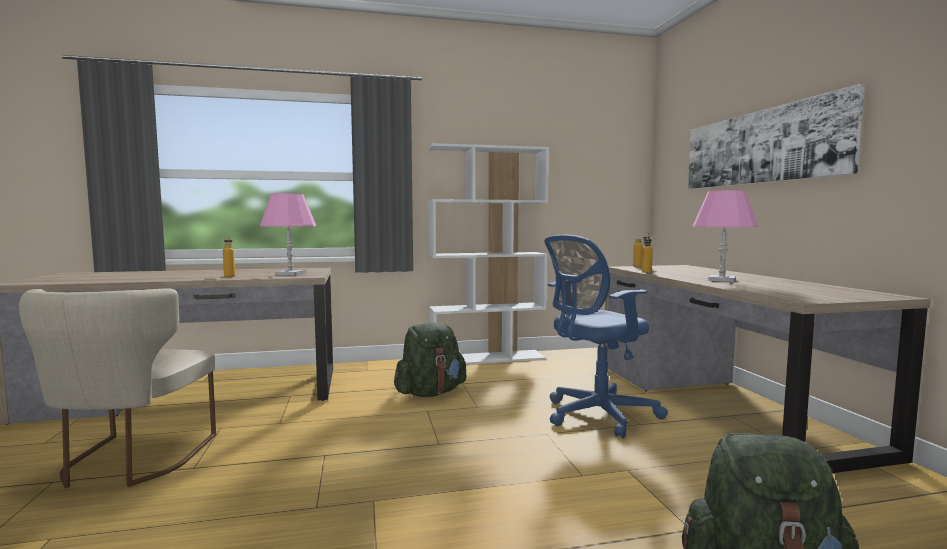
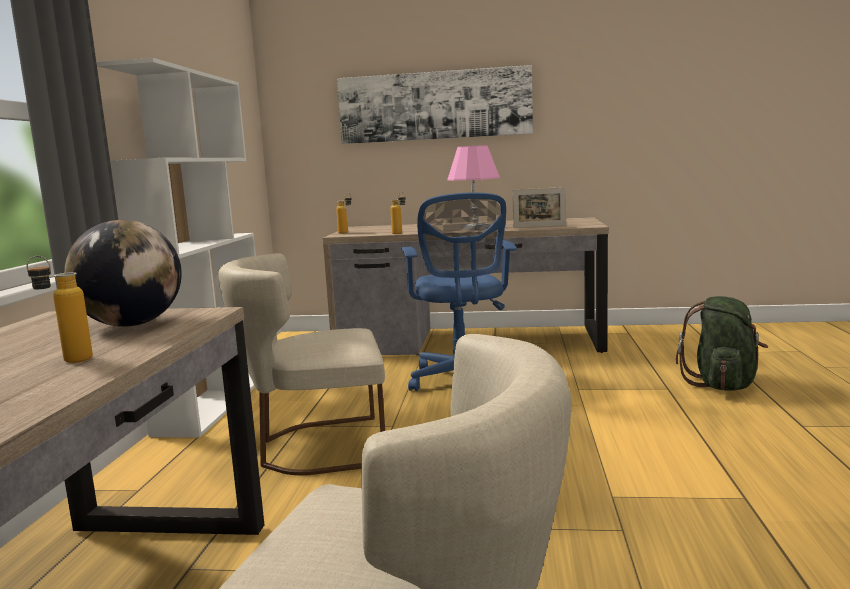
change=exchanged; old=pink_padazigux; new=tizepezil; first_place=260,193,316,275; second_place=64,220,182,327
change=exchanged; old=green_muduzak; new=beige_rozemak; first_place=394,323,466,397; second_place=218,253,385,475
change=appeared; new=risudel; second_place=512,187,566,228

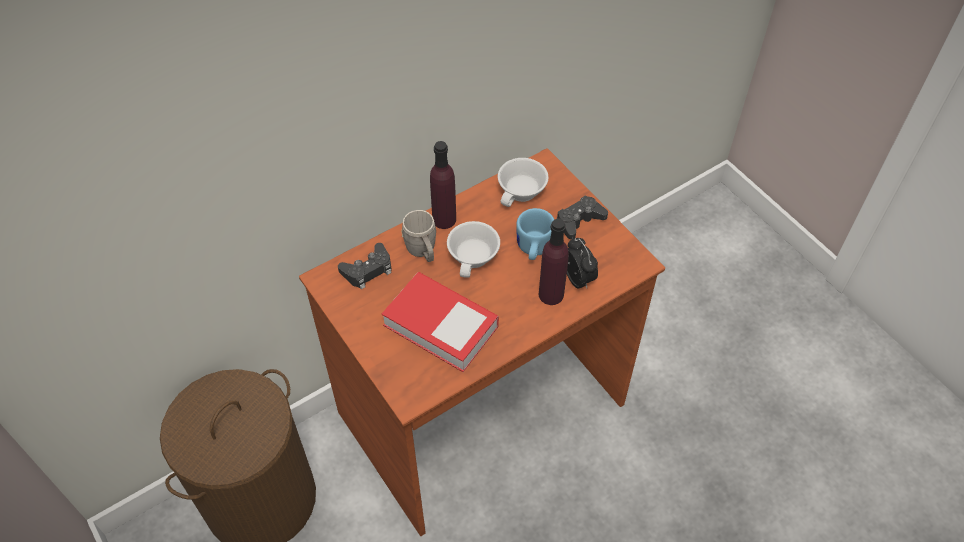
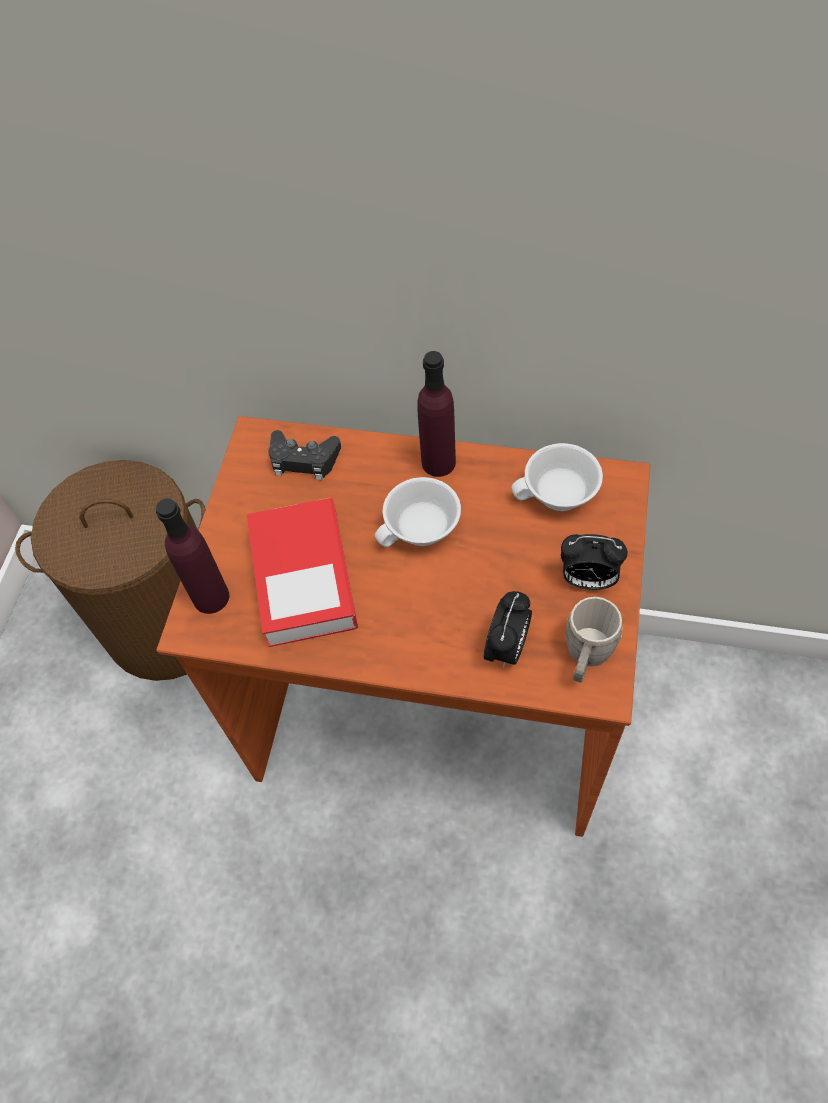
change=relocated; old=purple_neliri; first_place=539,219,569,305; second_place=156,499,229,614
change=exchanged; old=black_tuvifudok; new=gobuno; first_place=557,196,608,239; second_place=561,534,628,590
change=relocated; old=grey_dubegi; first_place=401,210,436,262; second_place=566,597,623,683
change=missing; old=blue_dubegi; first_place=516,208,554,260

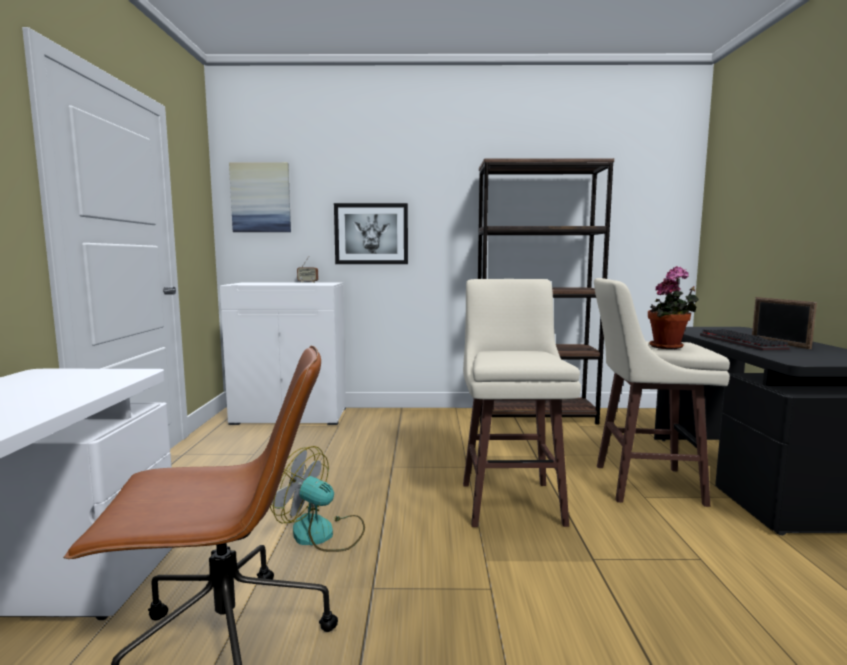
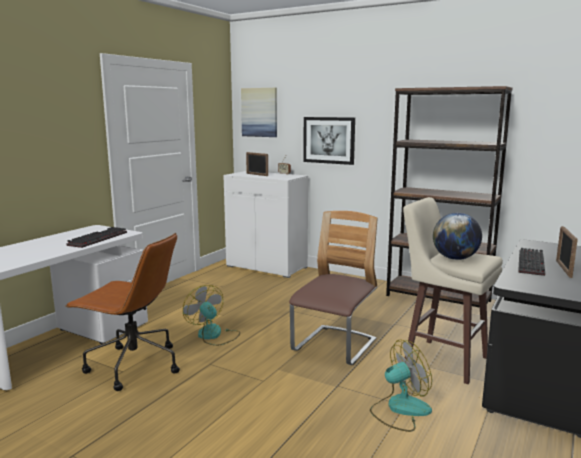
change=appeared; new=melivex; second_place=66,227,127,248
change=appeared; new=risudel; second_place=246,152,268,176
change=exchanged; old=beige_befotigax; new=rozemak; first_place=463,279,581,527; second_place=289,211,378,365
change=appeared; new=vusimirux; second_place=370,339,432,432
change=exchanged; old=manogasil; new=tizepezil; first_place=648,266,699,349; second_place=433,213,482,260

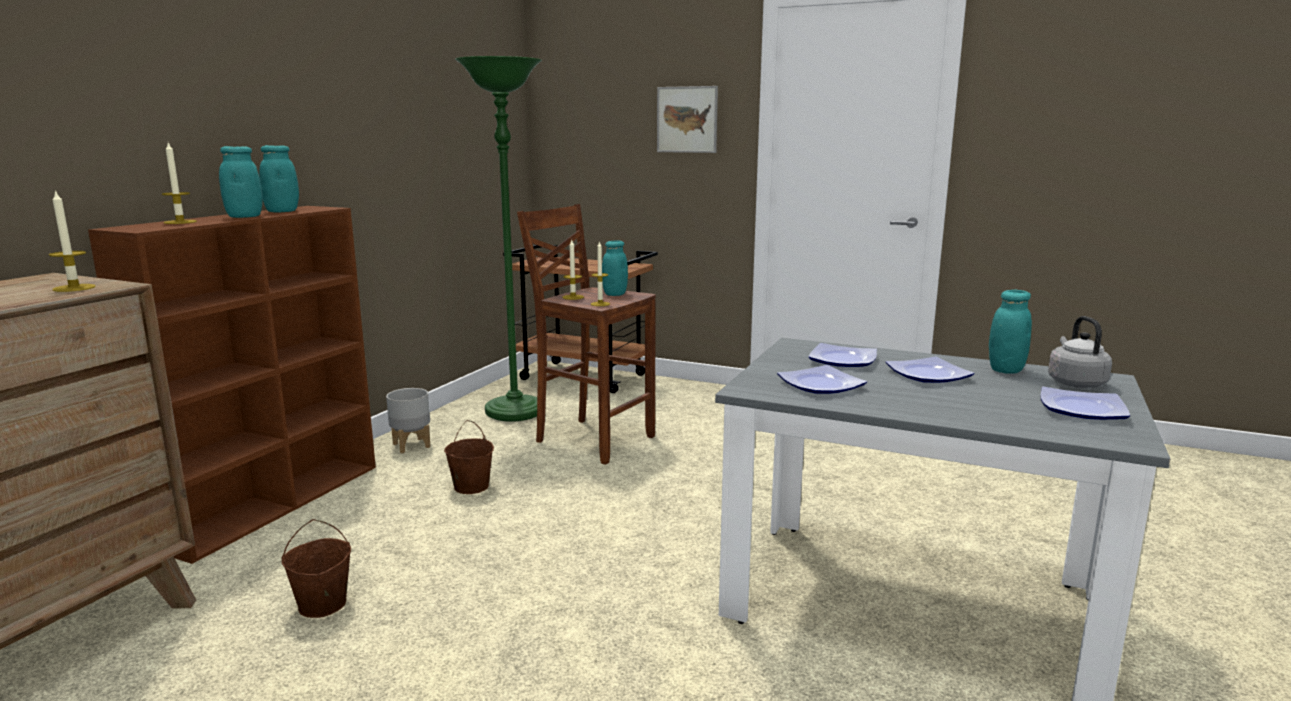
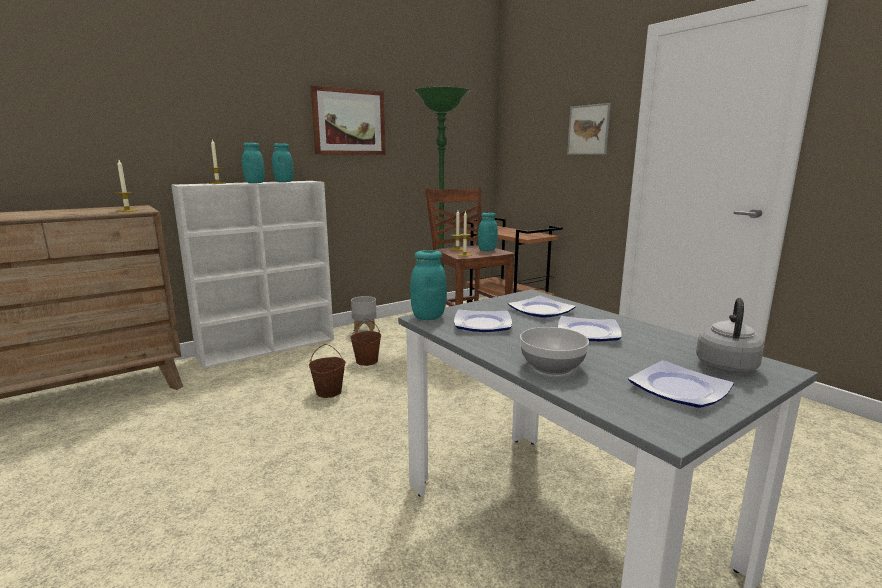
change=colour; old=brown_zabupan; new=white_zabupan; first_place=88,206,376,564; second_place=171,181,334,368
change=relocated; old=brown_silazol; first_place=281,519,351,618; second_place=309,344,346,398
change=appeared; new=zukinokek; second_place=311,85,386,155
change=relocated; old=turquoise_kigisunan; first_place=989,290,1032,374; second_place=410,250,447,320
change=appeared; new=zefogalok; second_place=520,327,589,375

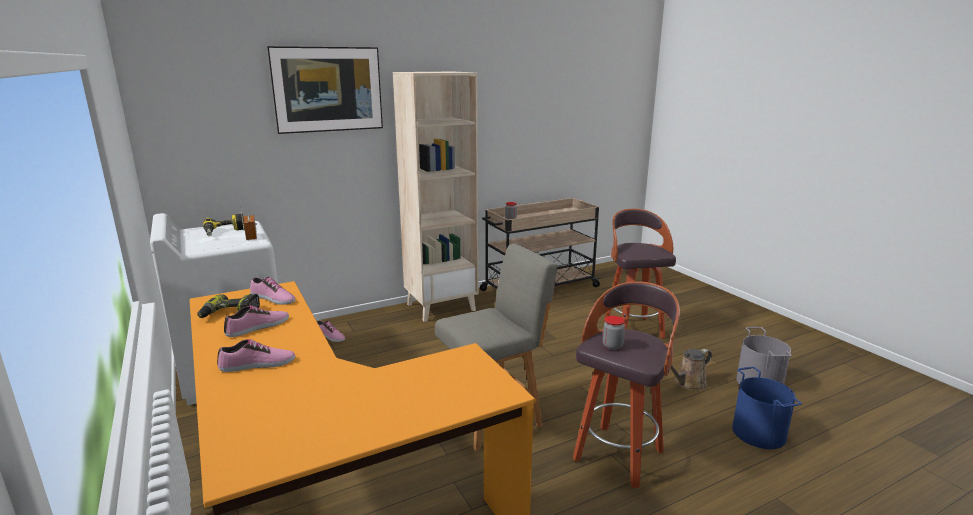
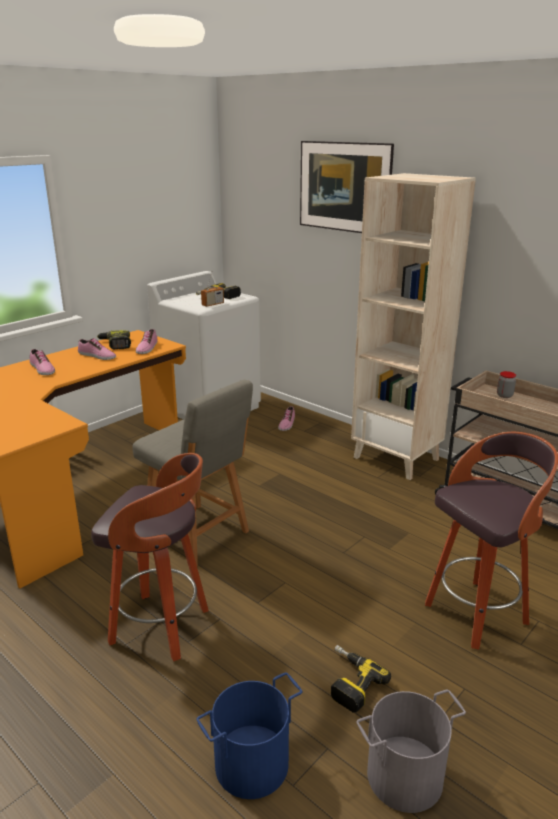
change=exchanged; old=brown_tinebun; new=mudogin; first_place=671,349,712,390; second_place=331,645,391,713
change=missing; old=kigisunan; first_place=603,316,625,350

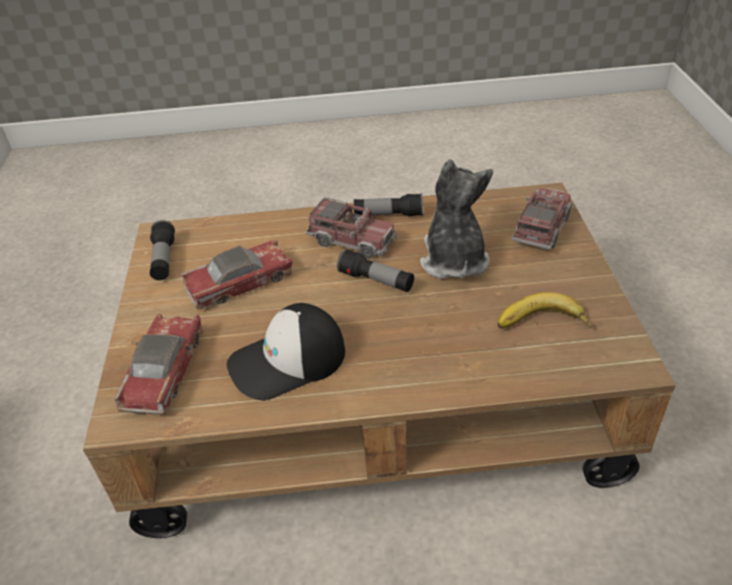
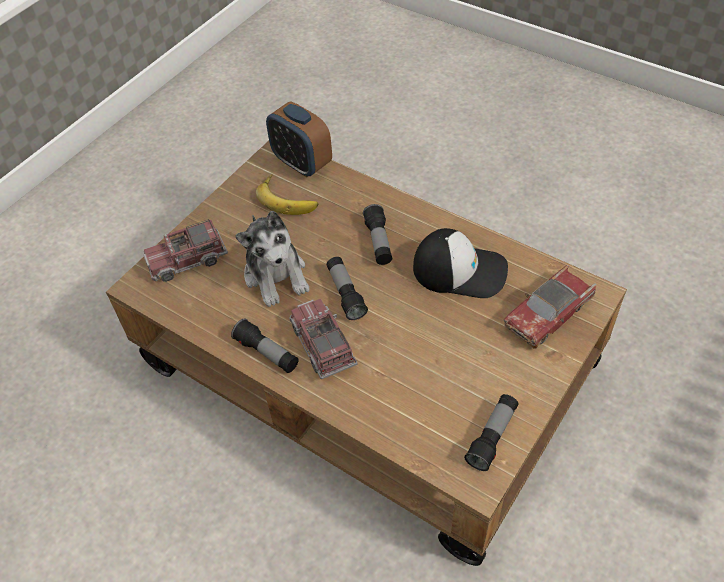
change=spun; old=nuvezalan; first_place=420,159,493,279; second_place=235,211,310,307; degrees=-60
change=appeared; new=gobuno; second_place=266,102,332,177
change=appeared; new=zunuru; second_place=363,204,392,265
change=missing; old=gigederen; first_place=181,240,293,310

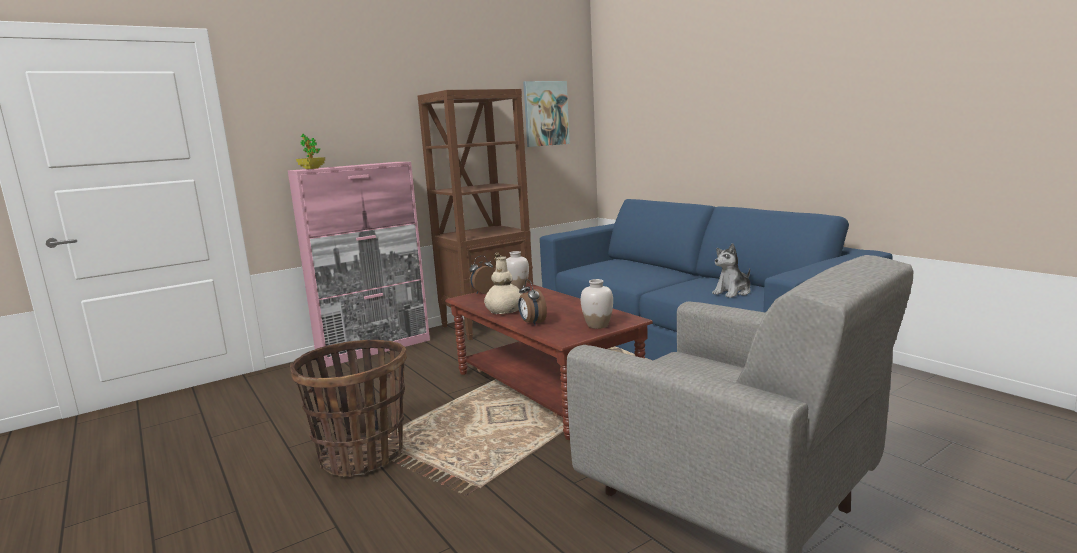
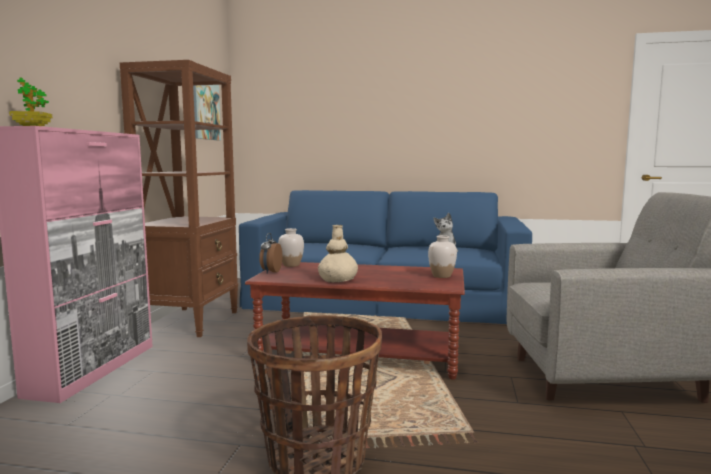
change=missing; old=gobuno; first_place=518,279,547,326

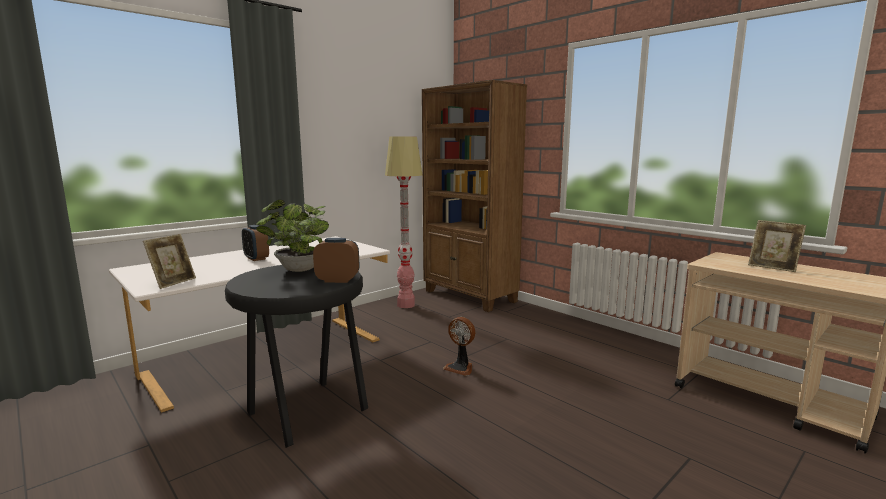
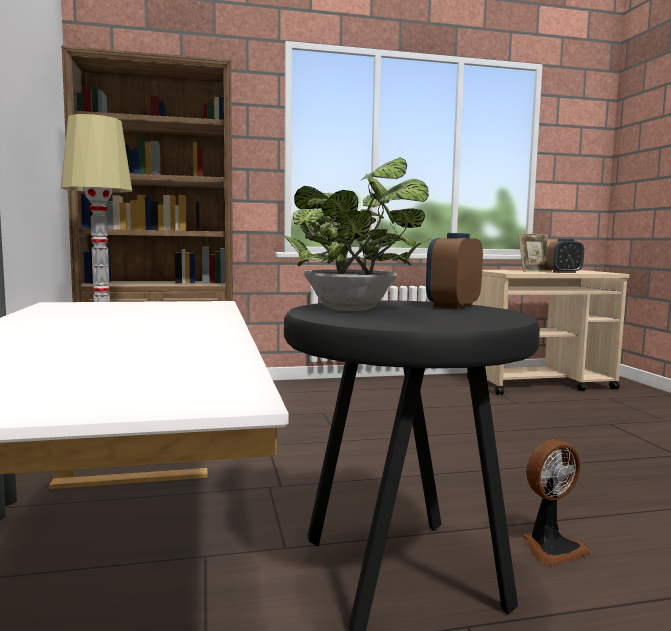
change=relocated; old=vusimirux; first_place=443,317,475,376; second_place=523,440,590,566
change=relocated; old=gobuno; first_place=242,225,269,261; second_place=547,239,584,273
change=missing; old=risudel; first_place=143,234,196,289

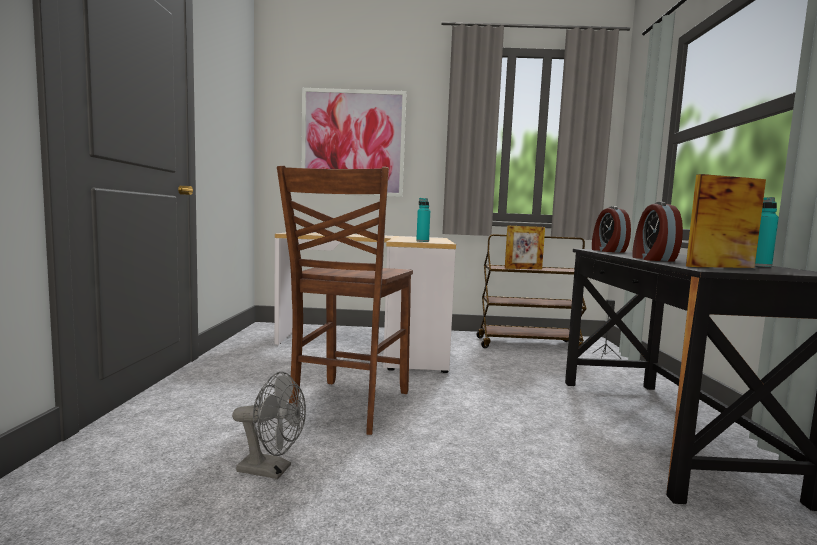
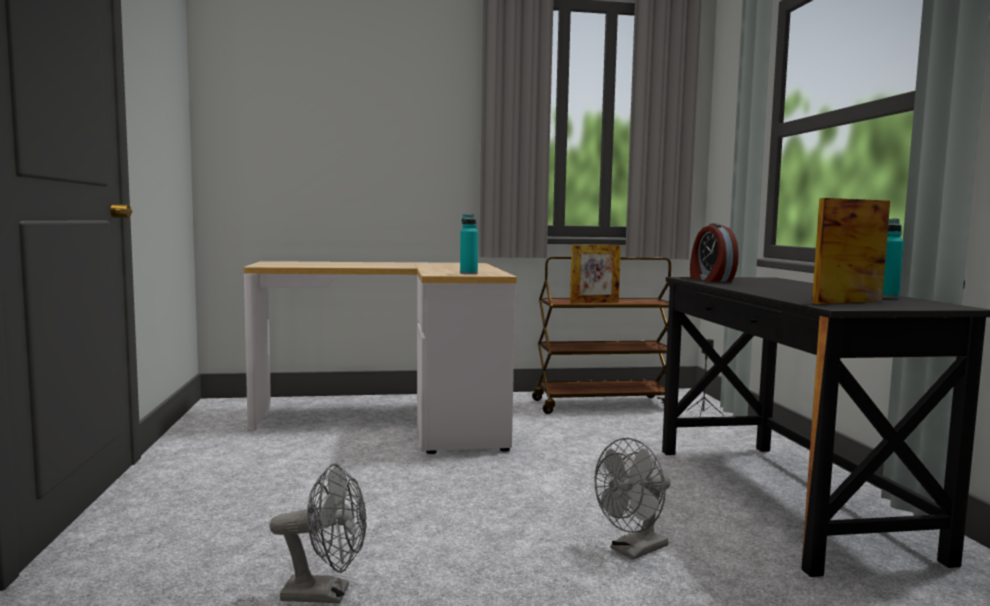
change=appeared; new=grey_vusimirux; second_place=594,438,671,560
change=missing; old=brown_rozemak; first_place=277,166,413,435
change=missing; old=zukinokek; first_place=301,88,407,197
change=missing; old=gobuno; first_place=632,202,683,262

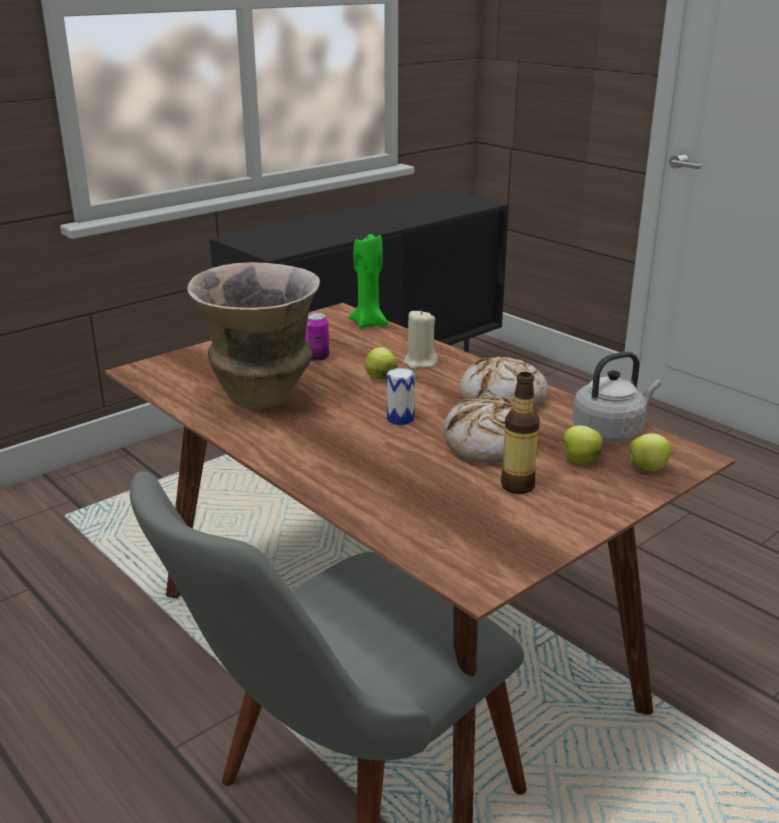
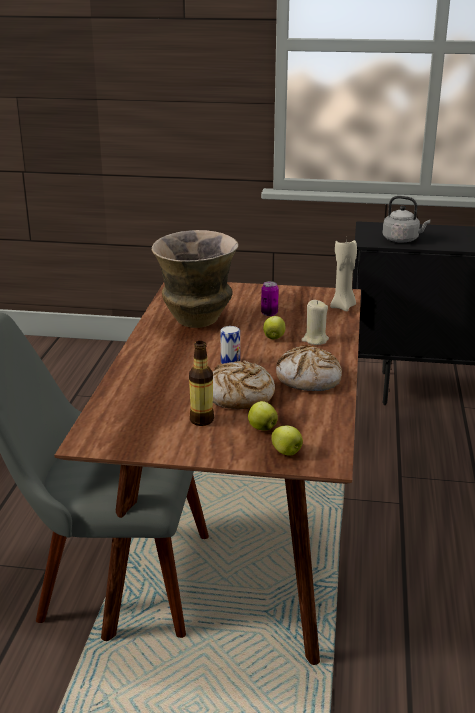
change=colour; old=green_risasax; new=beige_risasax; first_place=348,231,388,329; second_place=330,238,357,312
change=relocated; old=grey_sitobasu; first_place=572,351,661,443; second_place=382,196,431,243

